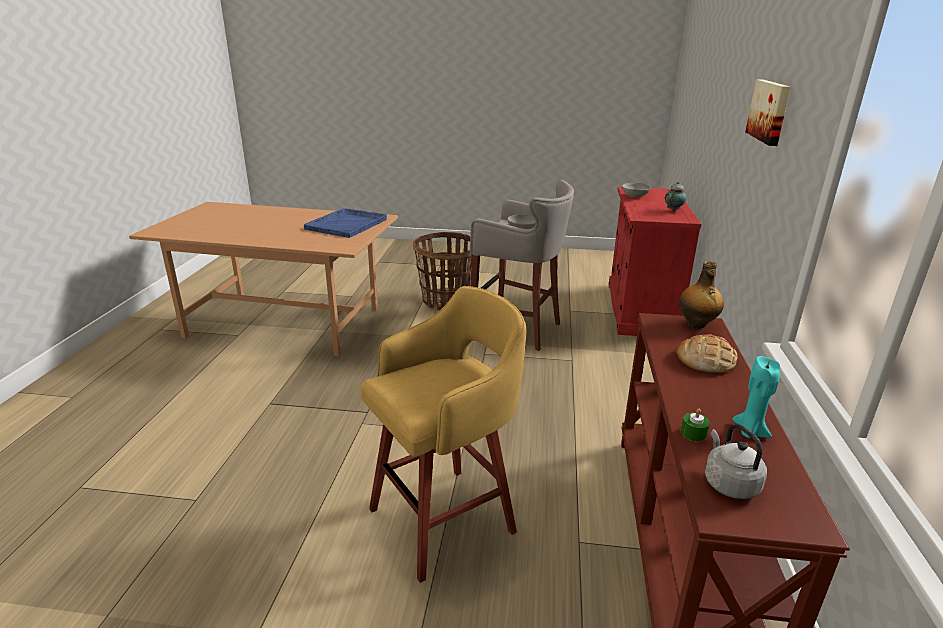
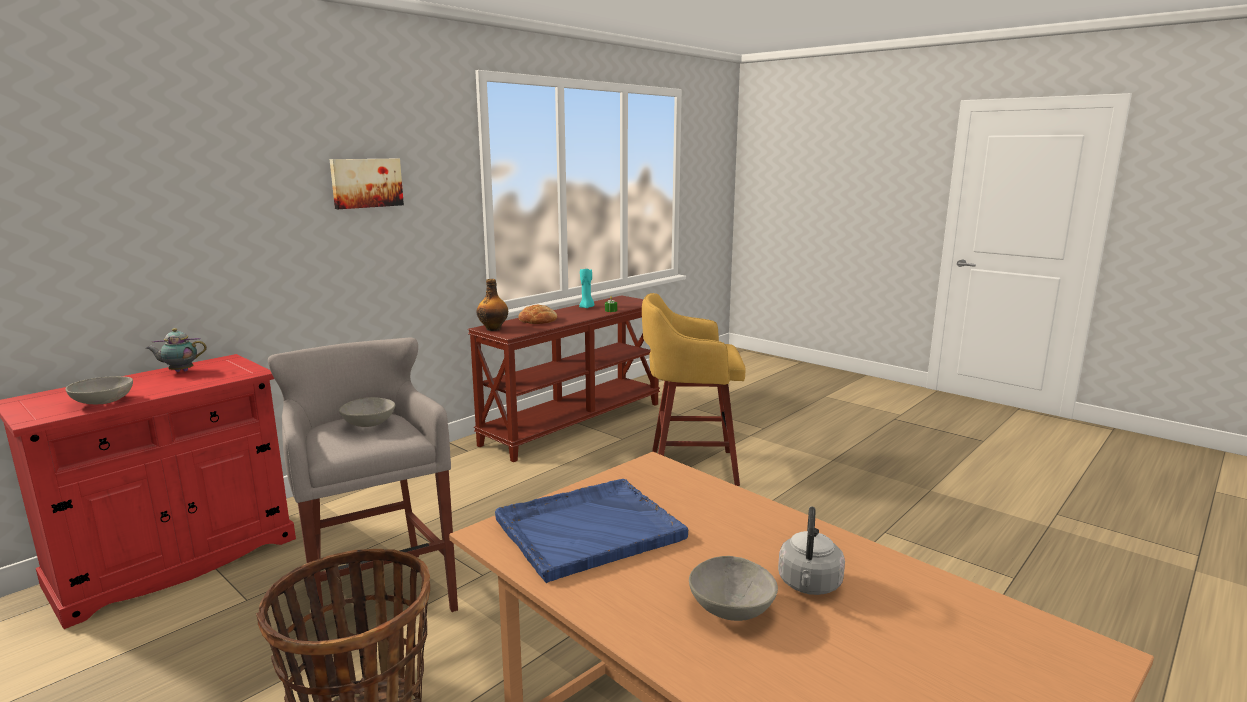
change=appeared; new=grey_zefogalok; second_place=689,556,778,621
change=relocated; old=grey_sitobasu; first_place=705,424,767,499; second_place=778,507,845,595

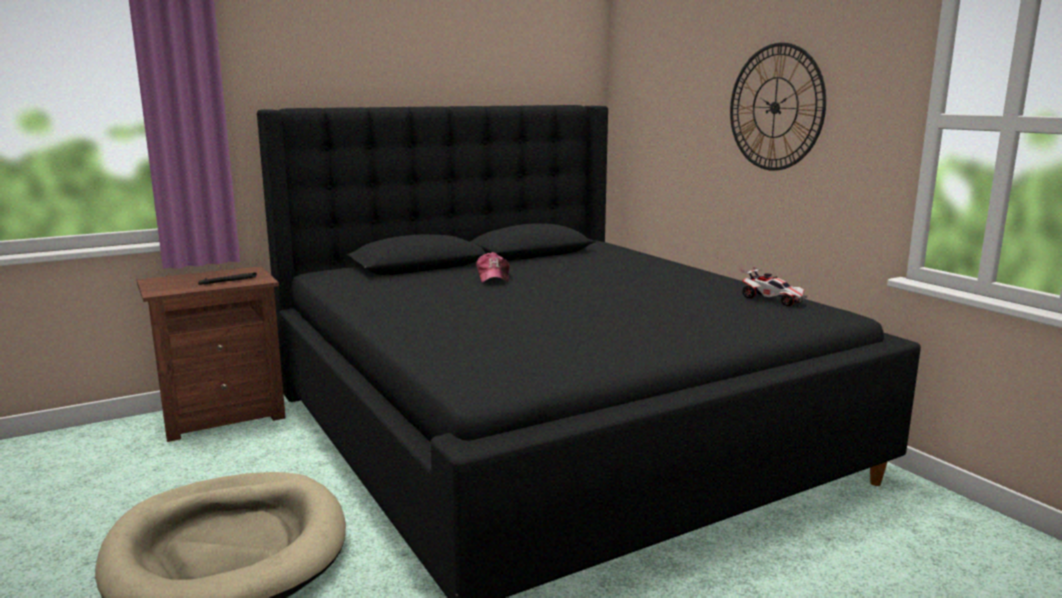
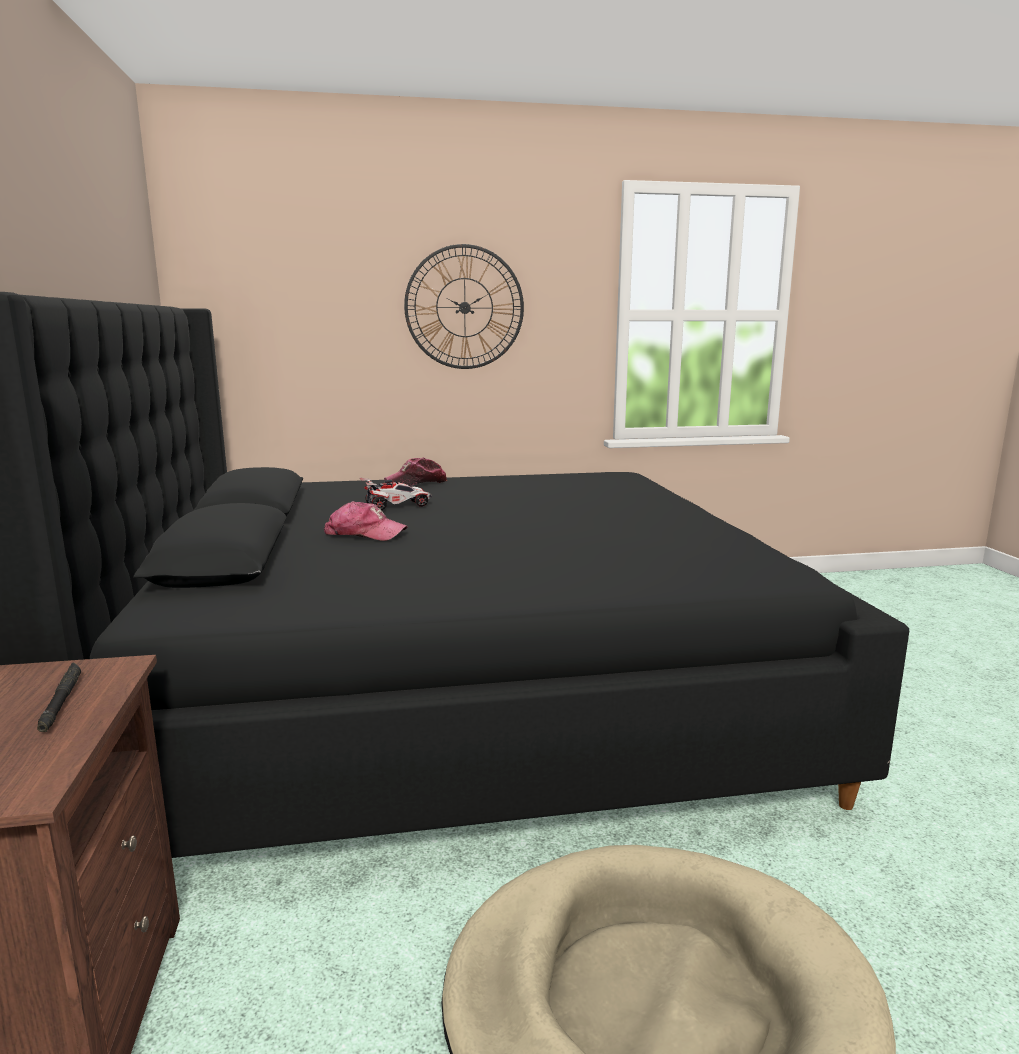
change=relocated; old=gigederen; first_place=740,266,807,306; second_place=360,478,432,511
change=appeared; new=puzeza; second_place=384,457,447,486

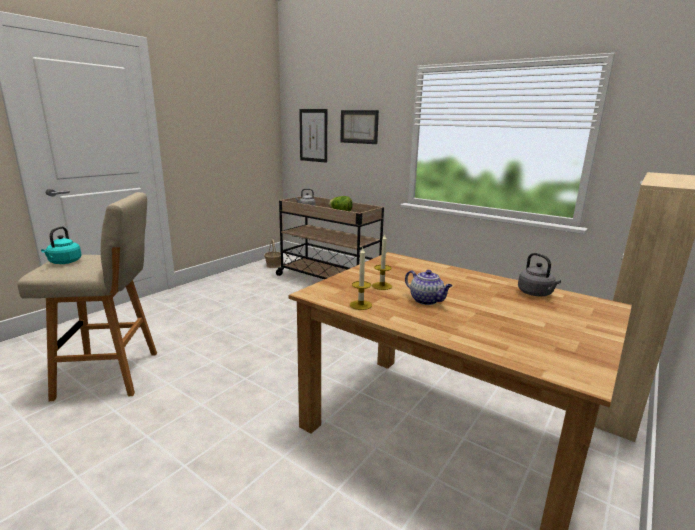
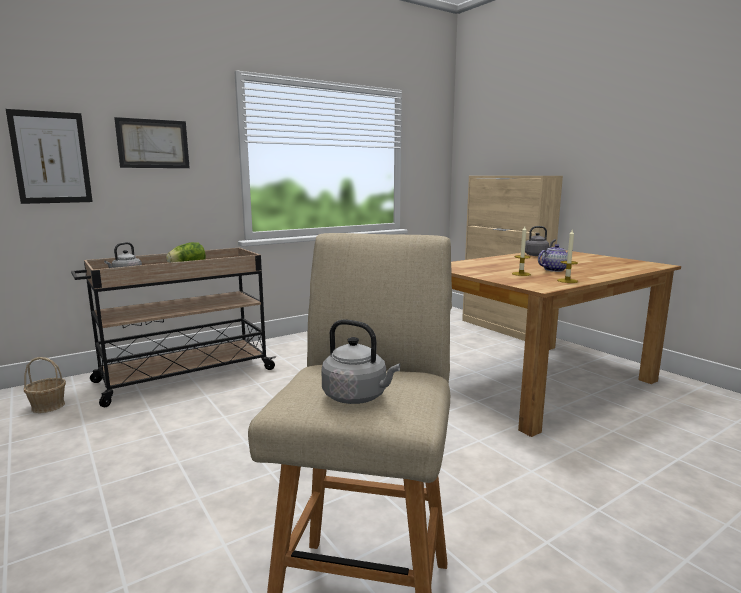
change=colour; old=turquoise_sitobasu; new=grey_sitobasu; first_place=41,226,81,264; second_place=321,319,400,404

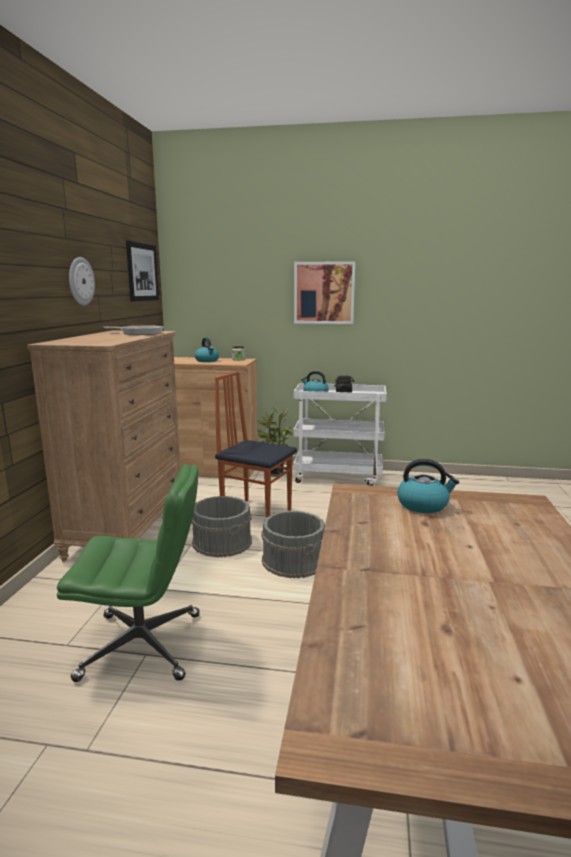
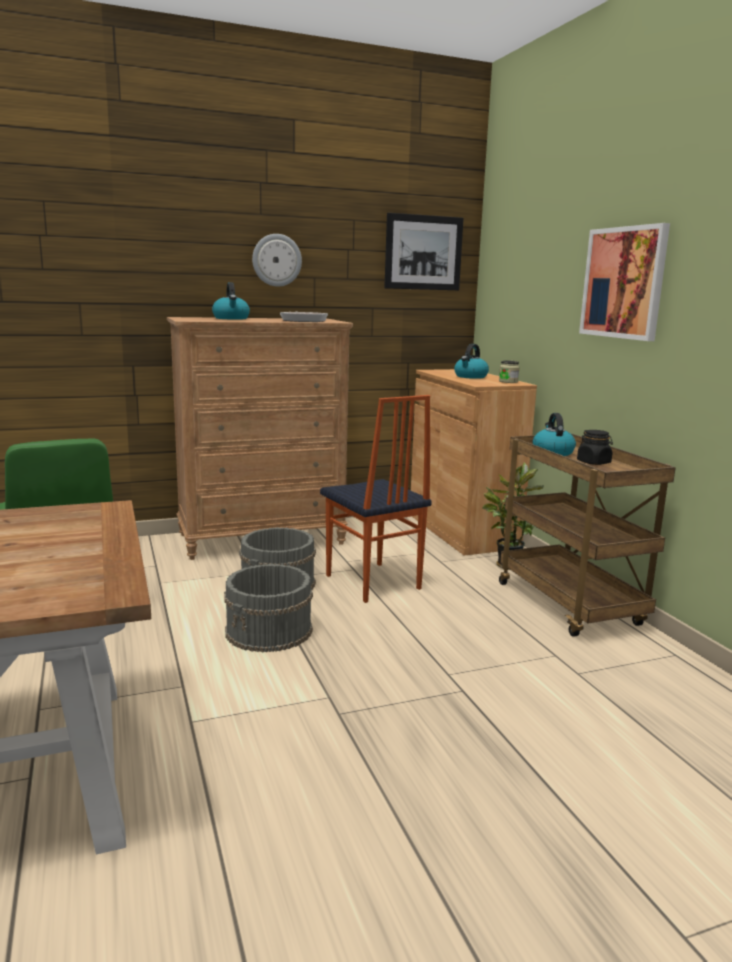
change=relocated; old=sitobasu; first_place=397,459,459,513; second_place=212,282,250,320
change=spun; old=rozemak; first_place=215,371,297,517; second_place=320,395,432,603; degrees=150
change=colour; old=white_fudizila; new=brown_fudizila; first_place=293,383,387,486; second_place=499,434,676,637

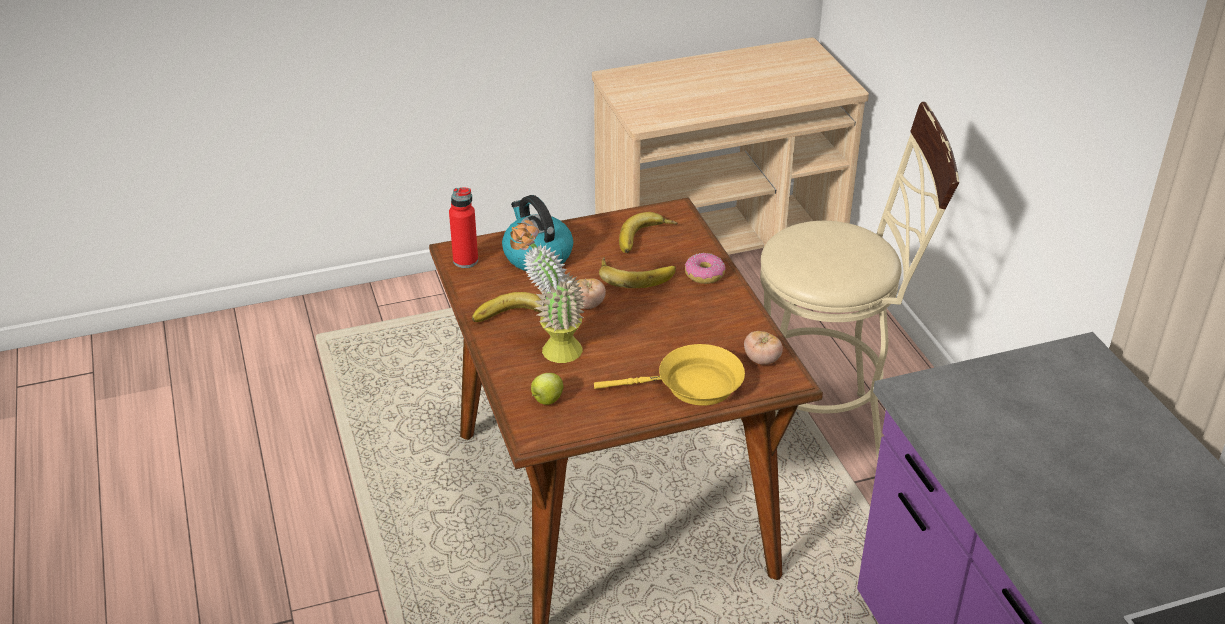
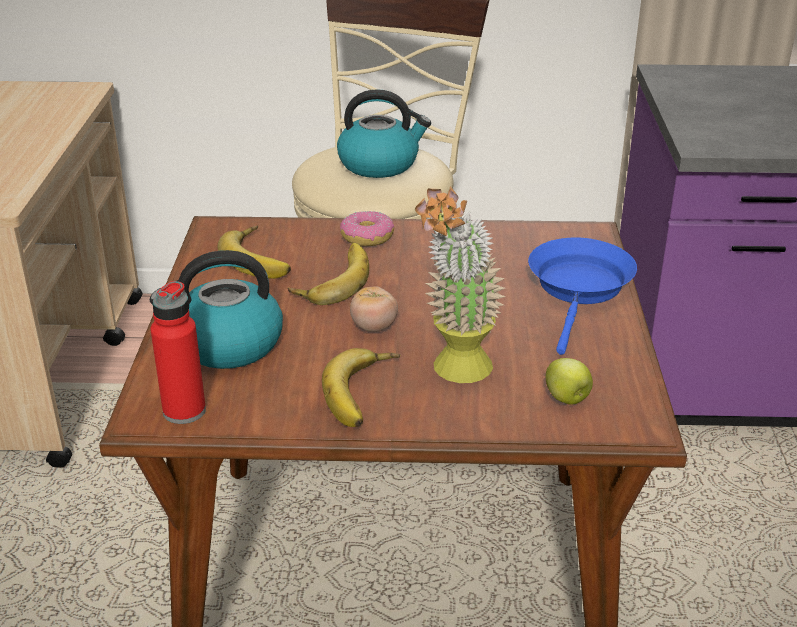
change=appeared; new=sitobasu; second_place=337,89,431,178
change=colour; old=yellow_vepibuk; new=blue_vepibuk; first_place=594,344,745,406; second_place=528,237,637,355
change=missing; old=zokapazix; first_place=744,331,783,365

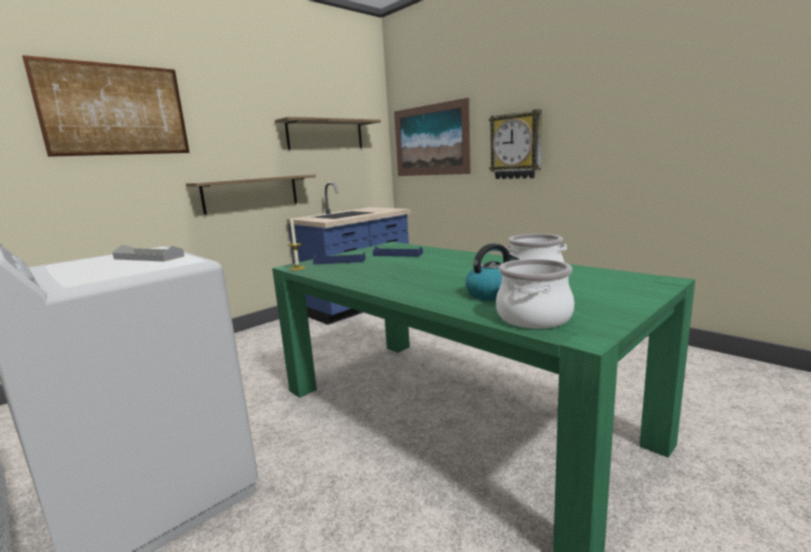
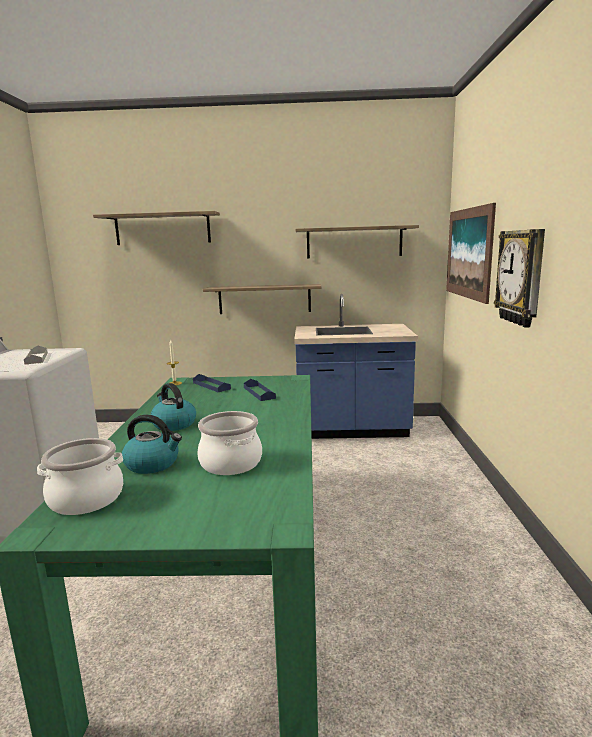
change=exchanged; old=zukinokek; new=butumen; first_place=22,55,190,157; second_place=93,211,220,245
change=appeared; new=sitobasu; second_place=150,383,196,431

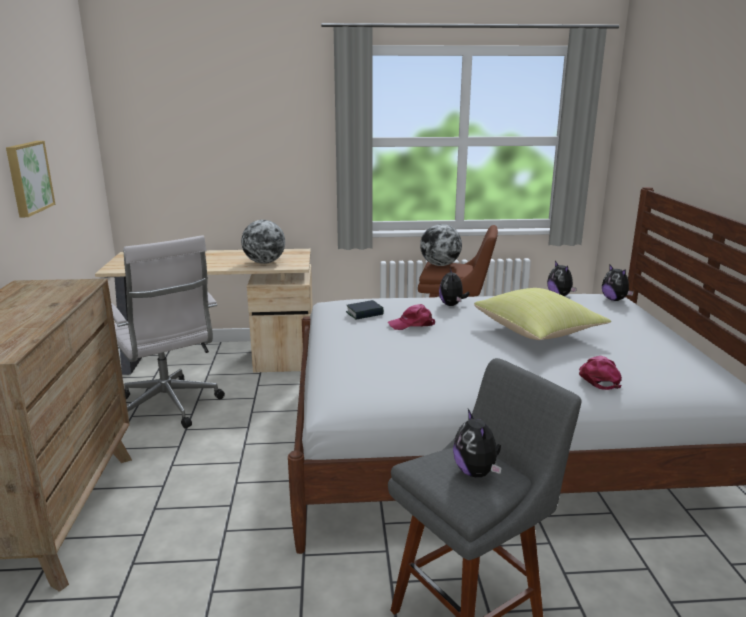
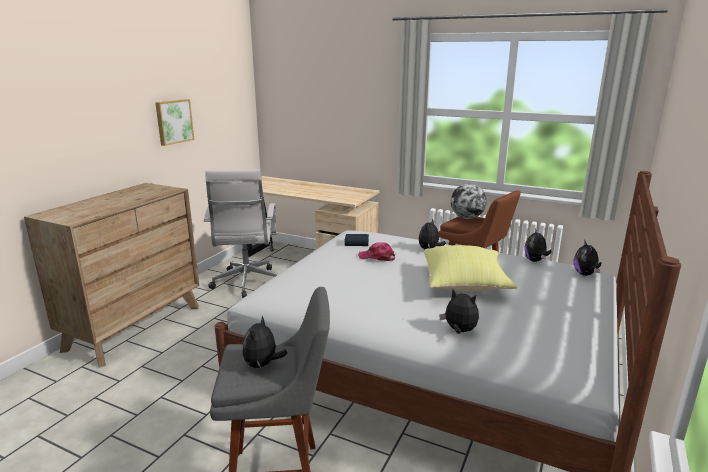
change=exchanged; old=pink_puzeza; new=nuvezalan; first_place=579,356,622,390; second_place=439,289,479,334
change=missing; old=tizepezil; first_place=241,220,285,264

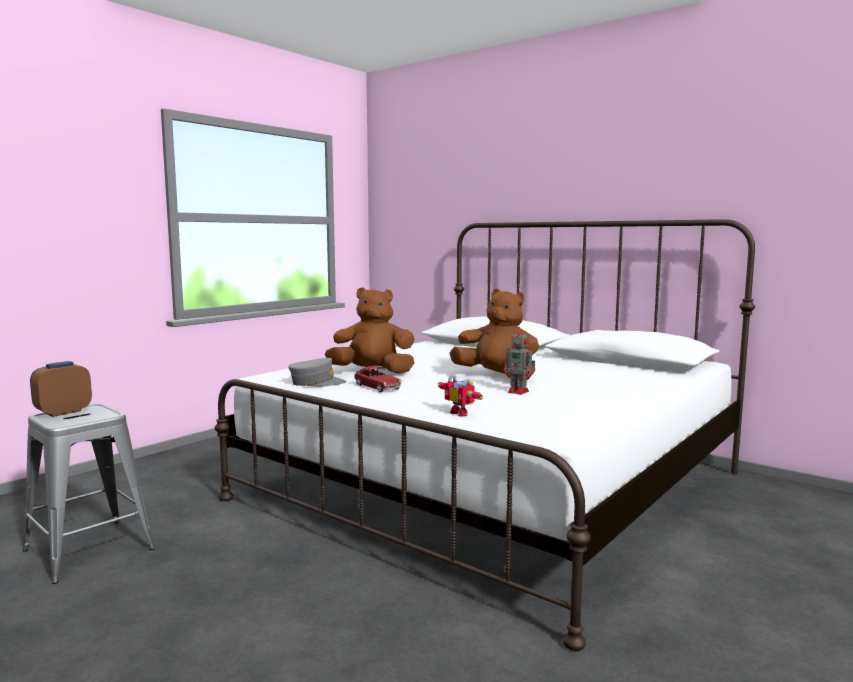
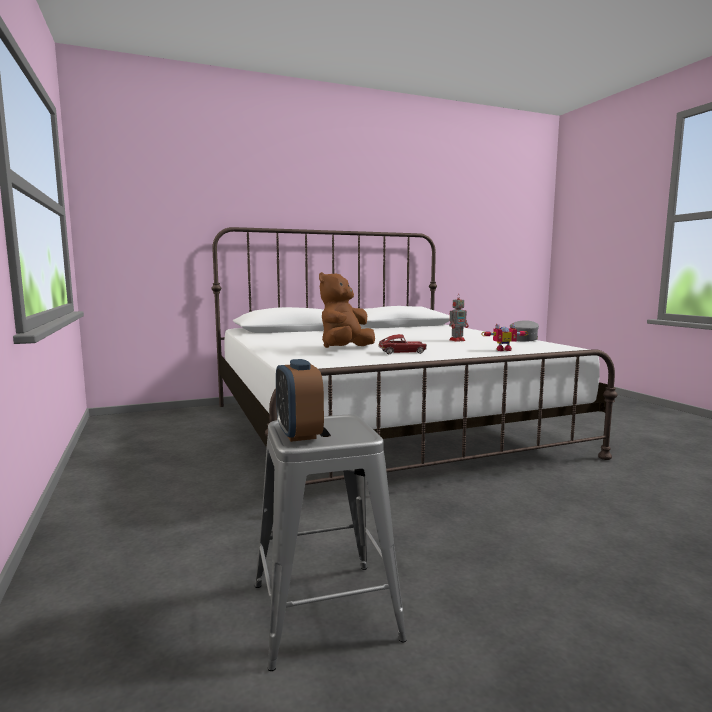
change=relocated; old=grey_puzeza; first_place=288,358,346,387; second_place=510,320,539,342
change=missing; old=brown_nuvezalan; first_place=449,289,539,380

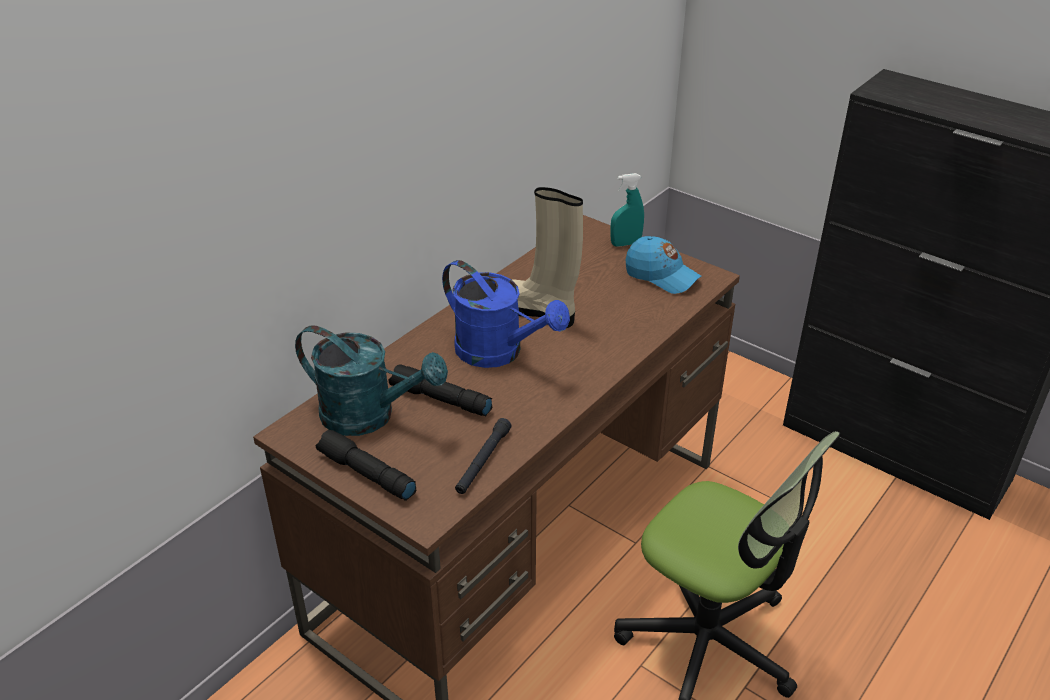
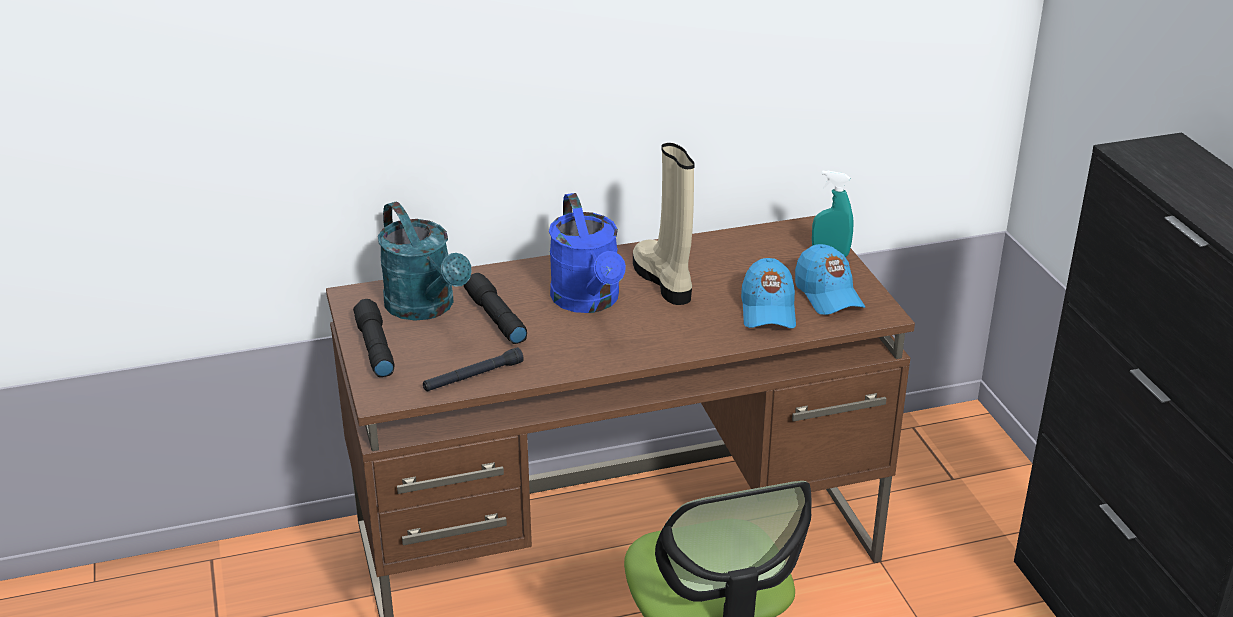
change=appeared; new=blue_puzeza; second_place=741,258,796,329

